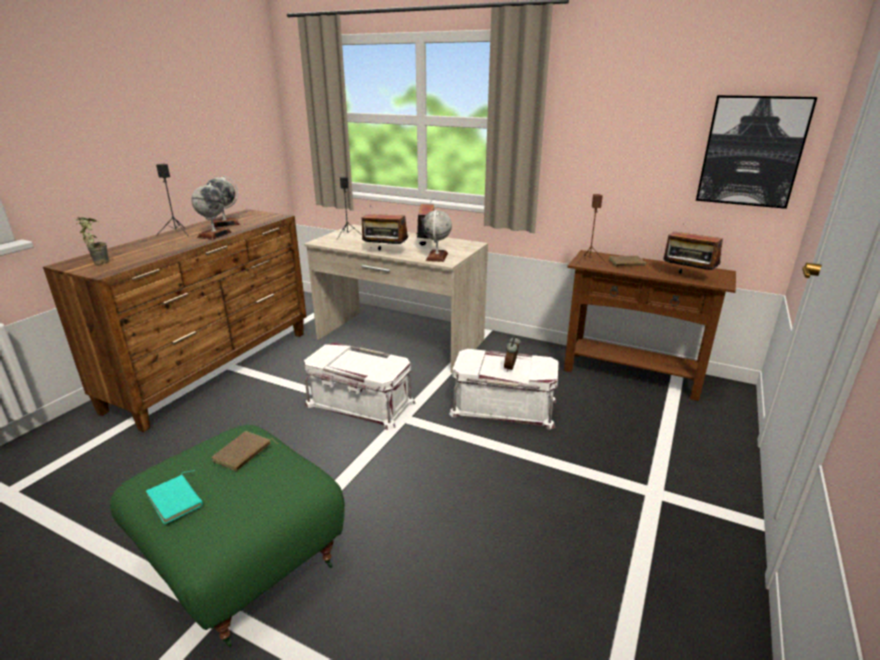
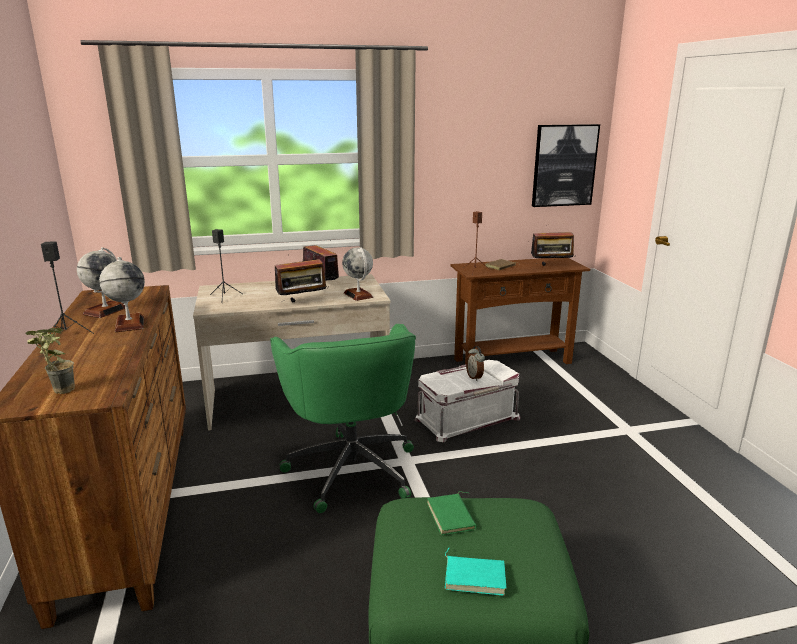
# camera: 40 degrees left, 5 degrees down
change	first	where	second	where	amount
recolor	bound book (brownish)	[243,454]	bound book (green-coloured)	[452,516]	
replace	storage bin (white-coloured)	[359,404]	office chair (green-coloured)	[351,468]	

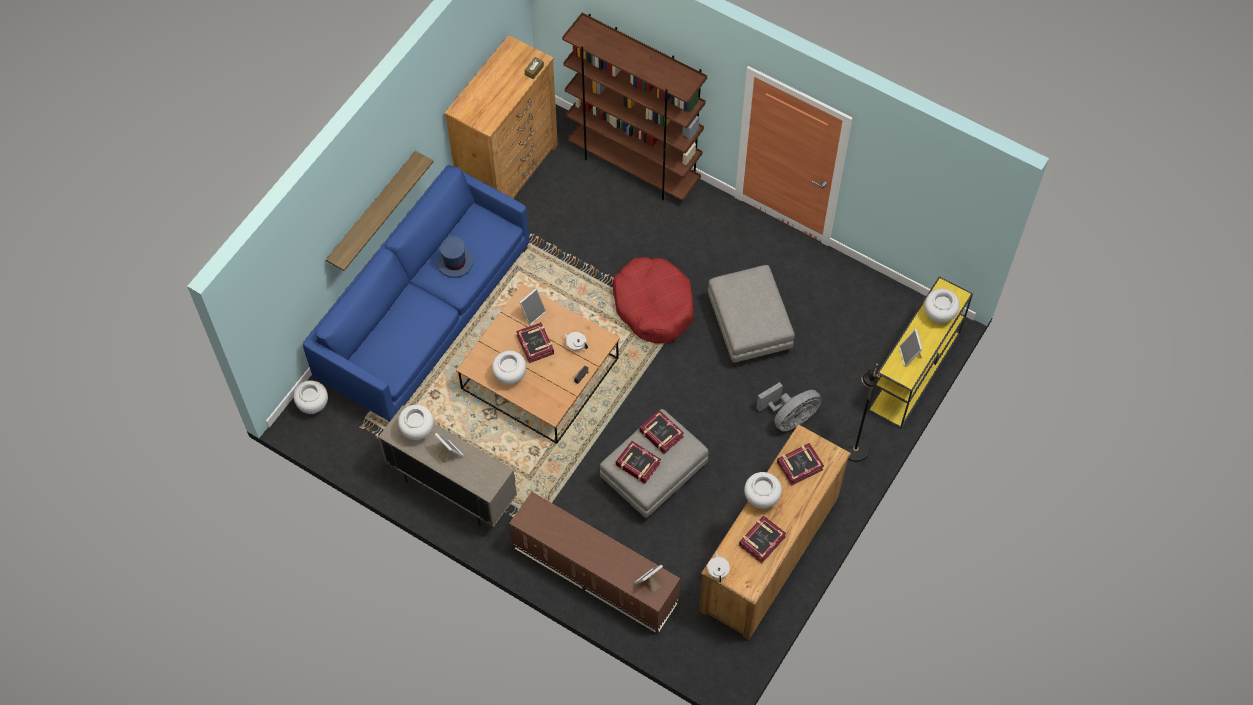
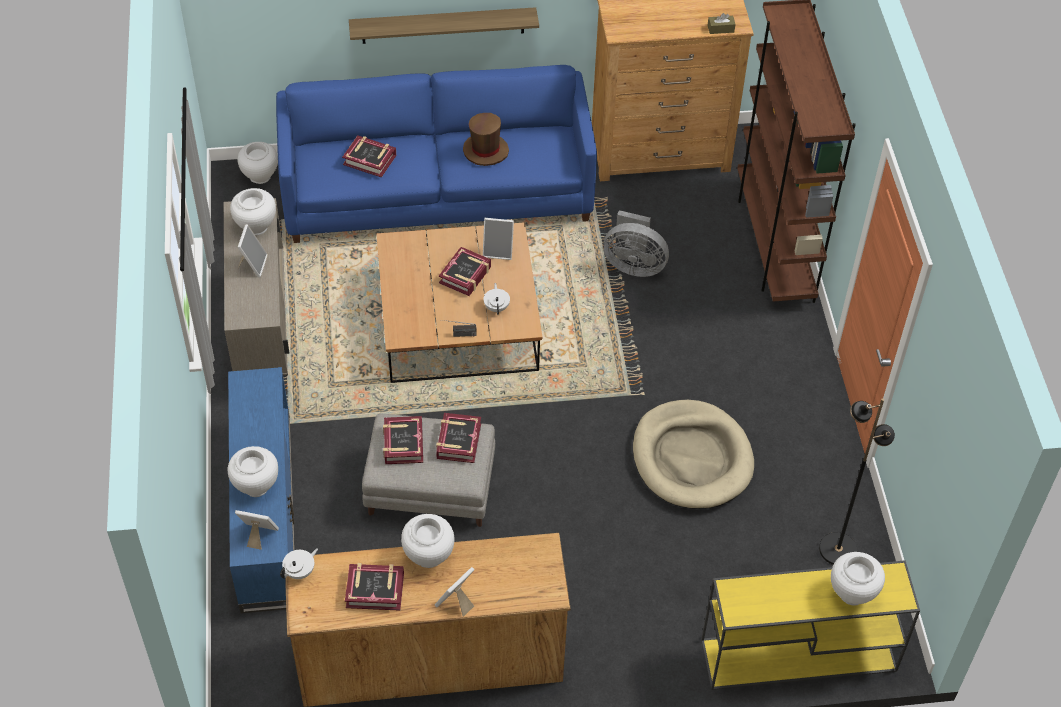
# camera: 50 degrees right, 10 degrees down
change	first	where	second	where	amount
recolor	clothing hat (blue-coloured)	[455,263]	clothing hat (brownish)	[485,151]	
move	flower vase (white-coloured)	[510,377]		[256,486]	
recolor	media console (brownish)	[593,575]	media console (blue-coloured)	[265,510]	
delete	dog cushion (red)	[653,305]			
replace	footrest (greyish)	[748,326]	dog cushion (sand-coloured)	[691,458]	
move	fan (greyish)	[790,418]		[633,265]	
move	bound book	[799,465]		[370,160]	
move	standing lamp (blackish)	[854,449]		[837,549]	
move	picture frame	[910,356]		[456,602]	

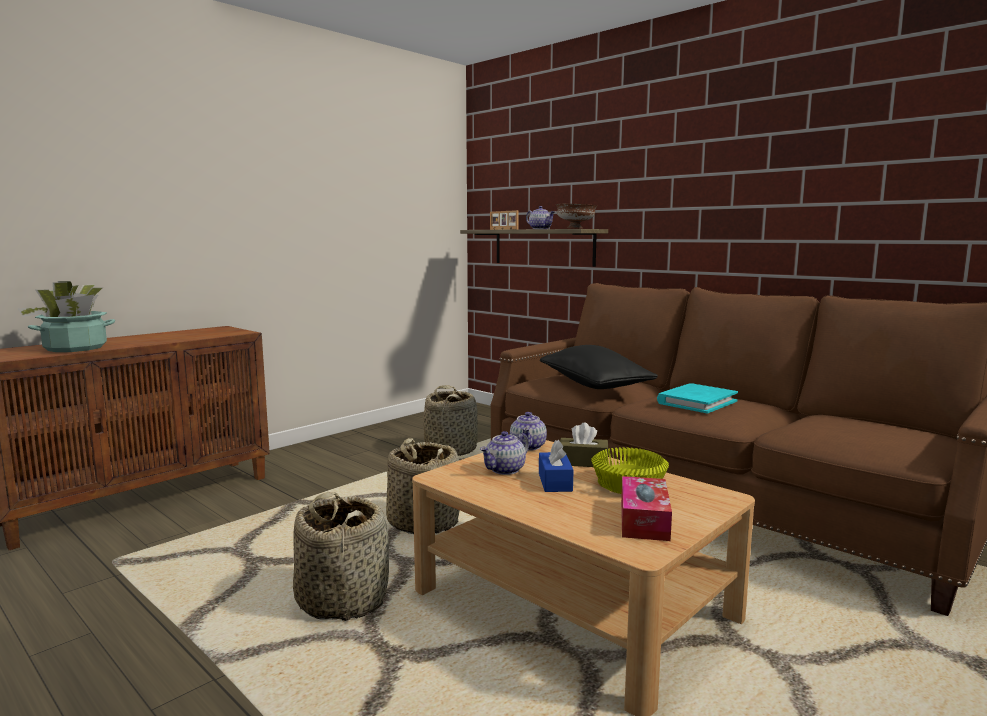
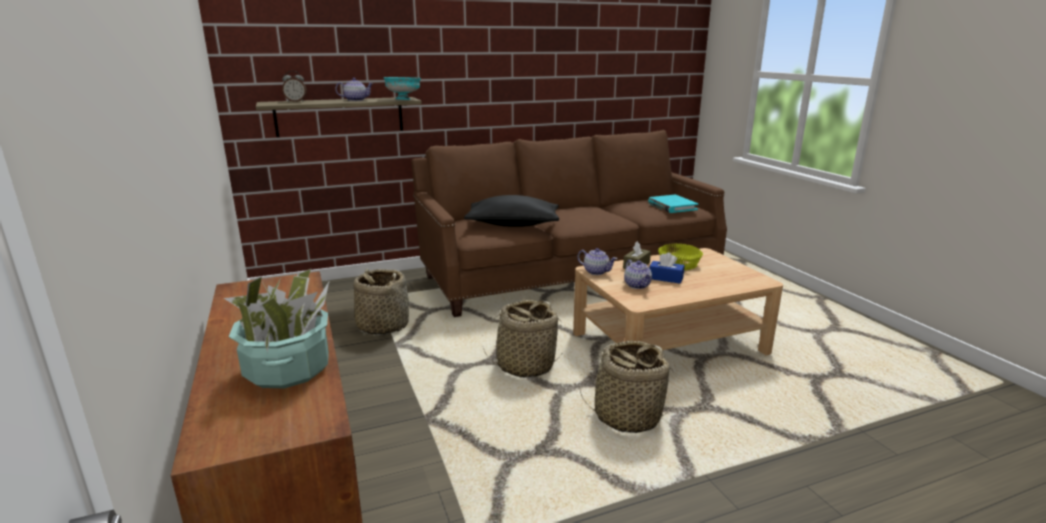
# camera: 65 degrees left, 10 degrees up
change	first	where	second	where	amount
replace	picture frame	[503,229]	bedside clock	[296,101]	
recolor	serving bowl (brownish)	[575,228]	serving bowl (turquoise-coloured)	[403,99]	
delete	box of tissues	[644,520]			
move	bound book (turquoise-coloured)	[697,402]		[672,206]	

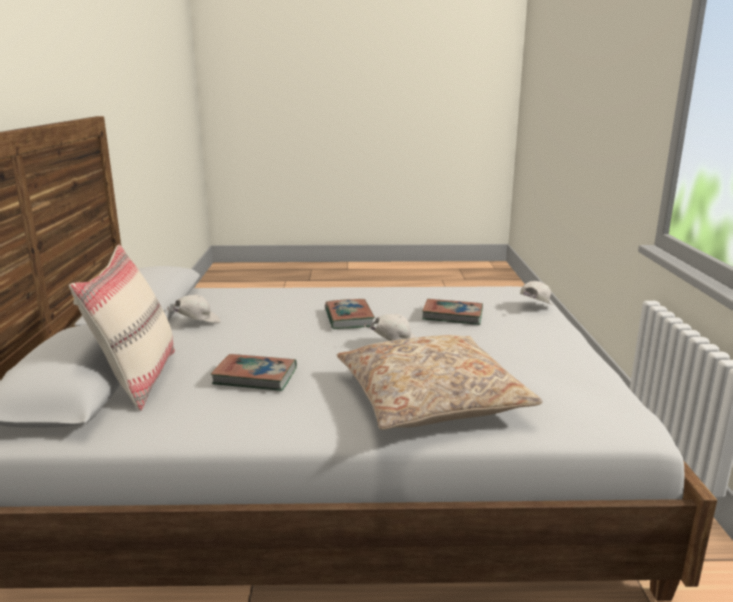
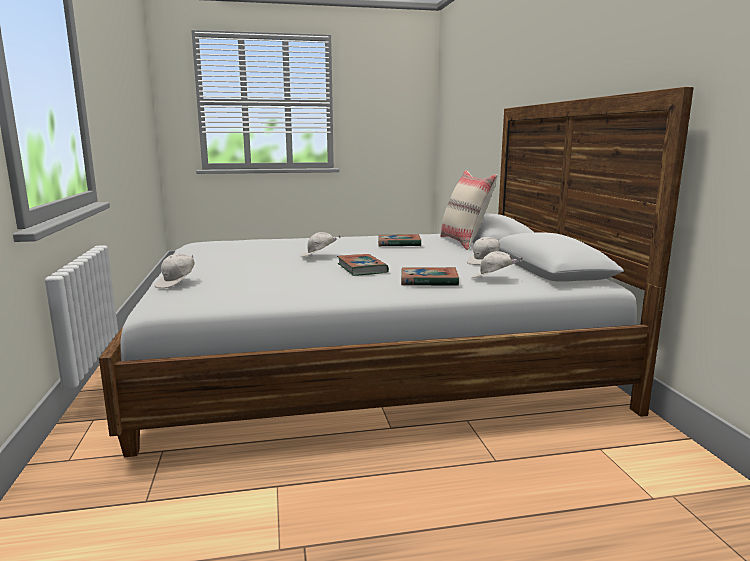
# camera: 170 degrees right, 5 degrees down
change	first	where	second	where	amount
delete	cushion (sand-coloured)	[430,399]			
move	bound book	[452,315]		[428,281]	
insert			cap (white-coloured)	[492,279]	

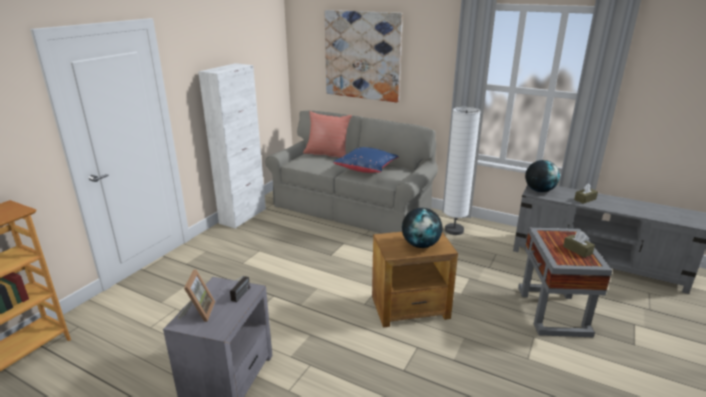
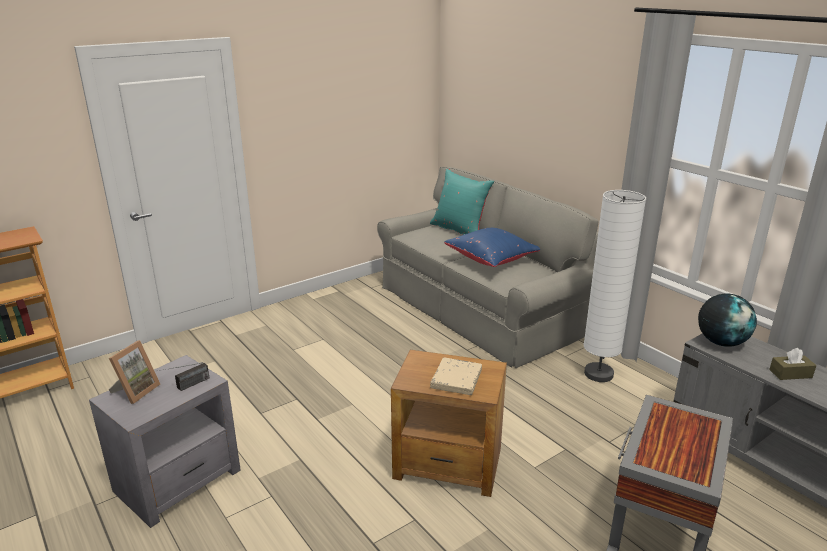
# camera: 25 degrees right, 0 degrees up
change	first	where	second	where	amount
delete	storage cabinet (white-coloured)	[243,216]			
recolor	cushion (red)	[327,154]	cushion (turquoise-coloured)	[459,230]	
delete	picture	[362,55]			
replace	globe	[420,245]	bound book (sand-coloured)	[456,379]	
delete	box of tissues (brownish)	[577,250]			

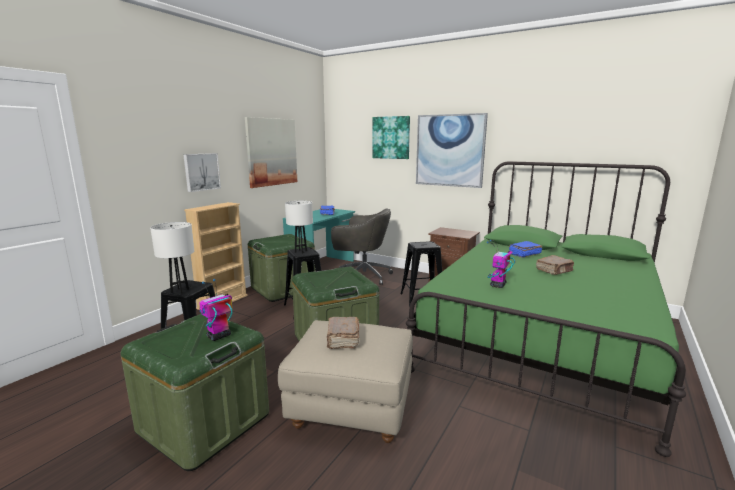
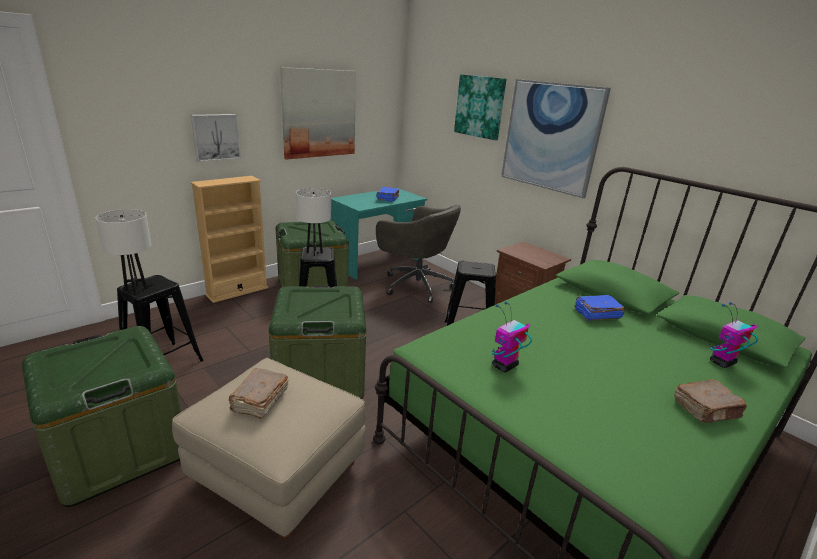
# camera: 15 degrees right, 10 degrees up
change	first	where	second	where	amount
move	toy robot	[218,336]		[722,363]	
move	bound book (brownish)	[554,271]		[706,409]	

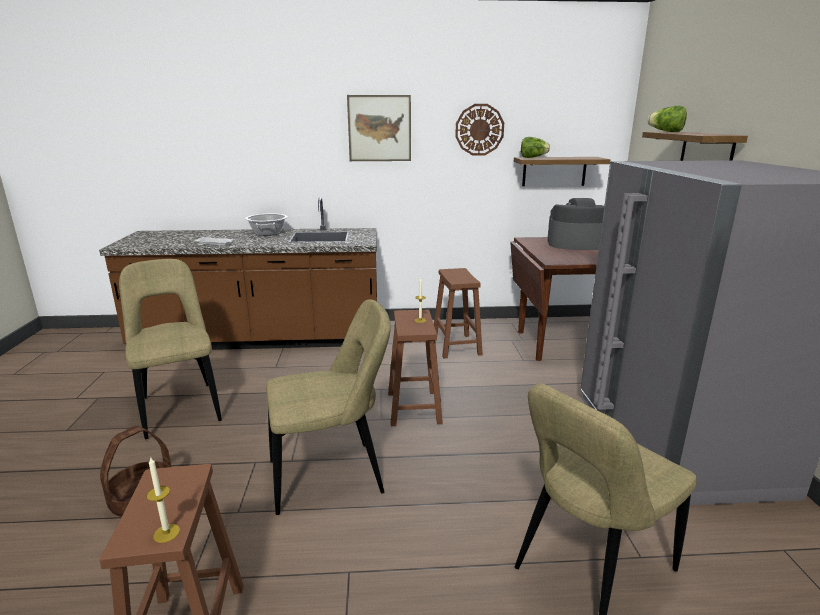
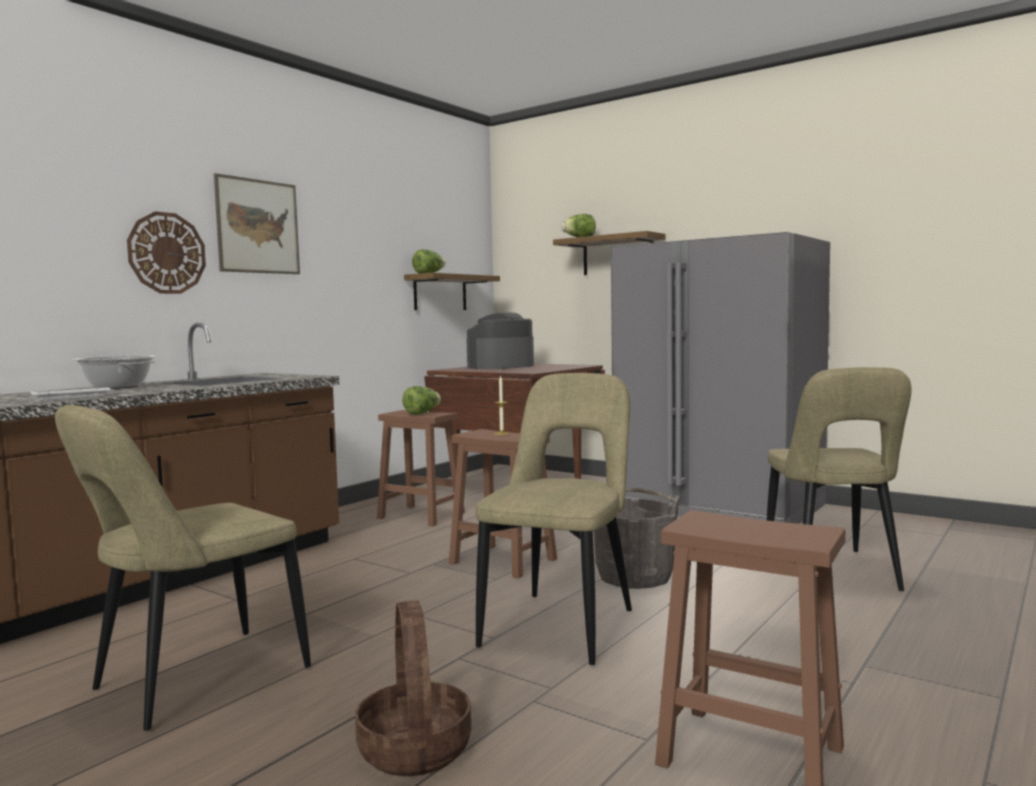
# camera: 50 degrees left, 15 degrees down
change	first	where	second	where	amount
rotate	upright chair (sand-coloured)	[180,407]		[192,682]	60 degrees counterclockwise
delete	wax light	[166,533]			
move	wall clock	[479,130]		[166,253]	
insert			lettuce	[422,413]	
insert			water bucket (greyish)	[634,576]	

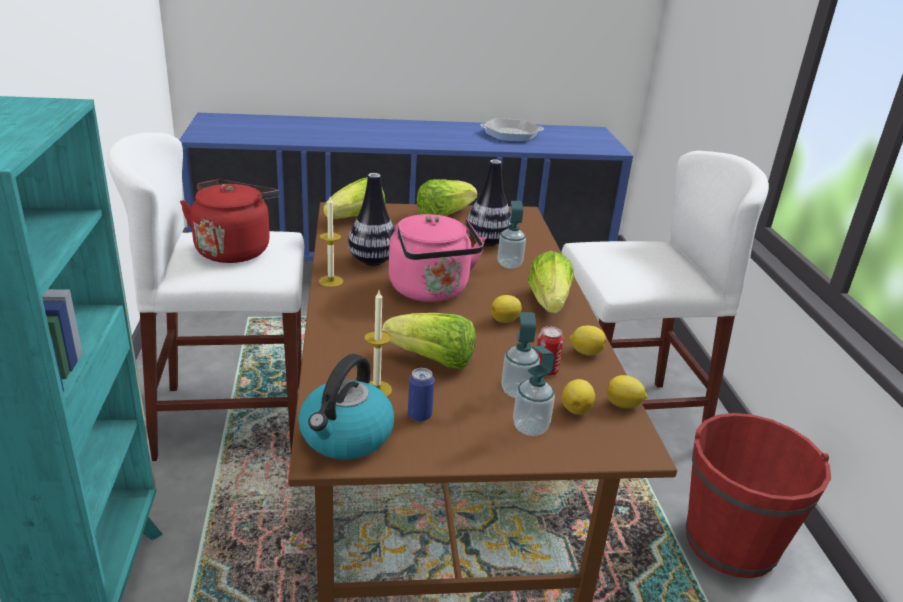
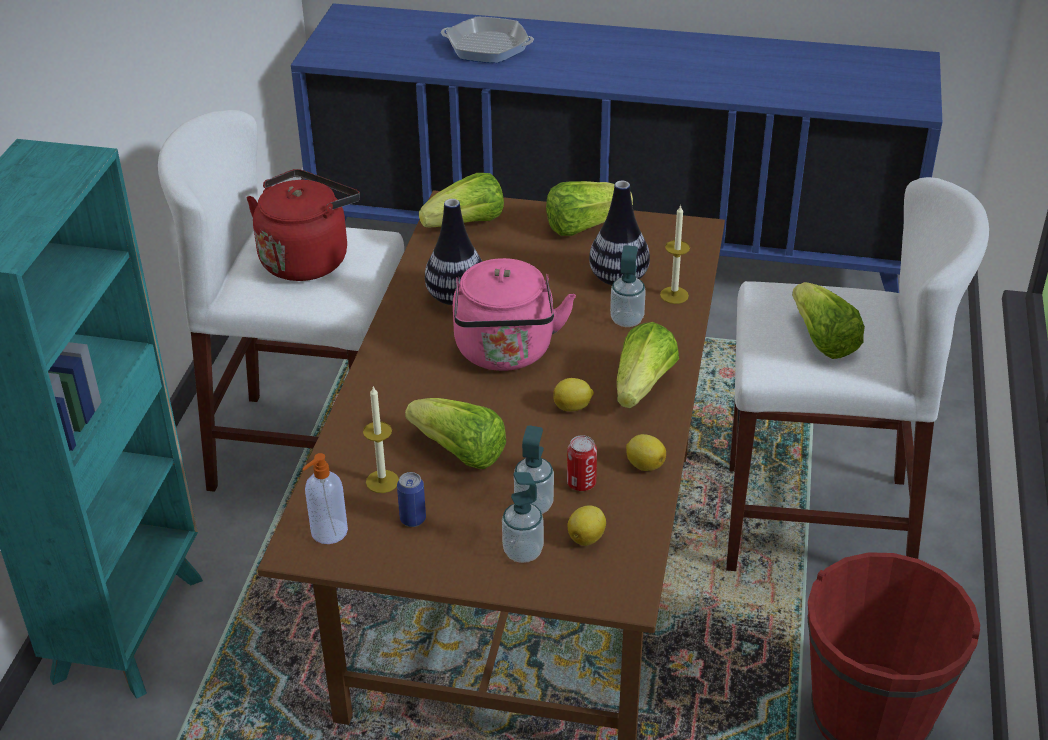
# camera: 20 degrees right, 10 degrees up
change	first	where	second	where	amount
replace	tea kettle	[346,437]	liquid soap bottle	[328,532]	
move	wax light	[331,281]		[674,295]	
move	frying pan	[511,135]		[487,47]	
delete	whole lemon	[624,405]			
insert			lettuce	[822,340]	

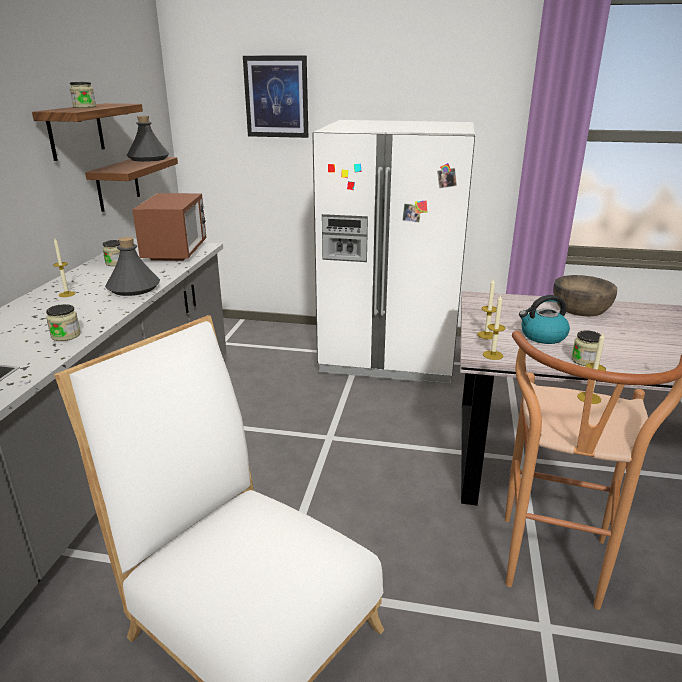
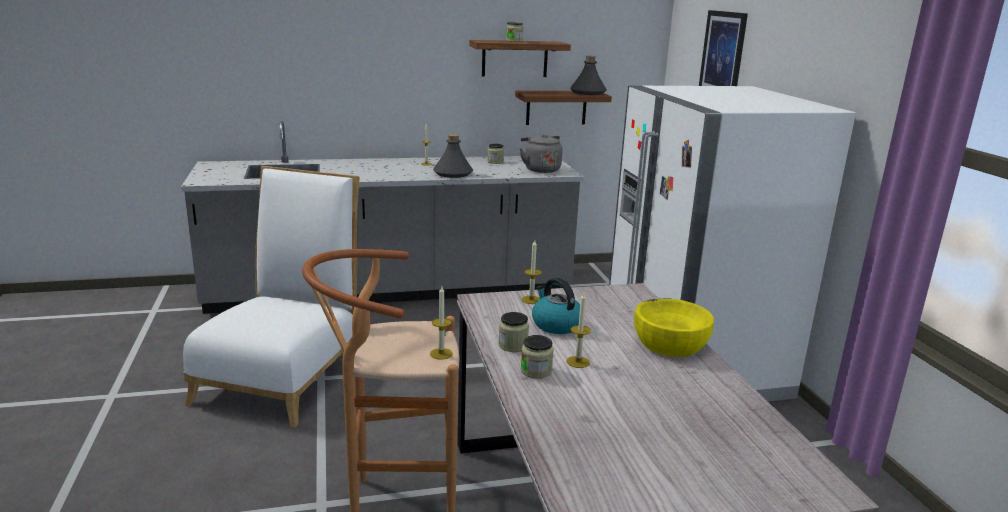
# camera: 65 degrees right, 5 degrees down
change	first	where	second	where	amount
move	jar	[66,335]		[536,371]	
replace	microwave	[176,252]	tea kettle (greyish)	[540,169]	
move	wax light	[493,355]		[578,362]	
recolor	serving bowl (brownish)	[581,308]	serving bowl (yellow)	[670,343]	

